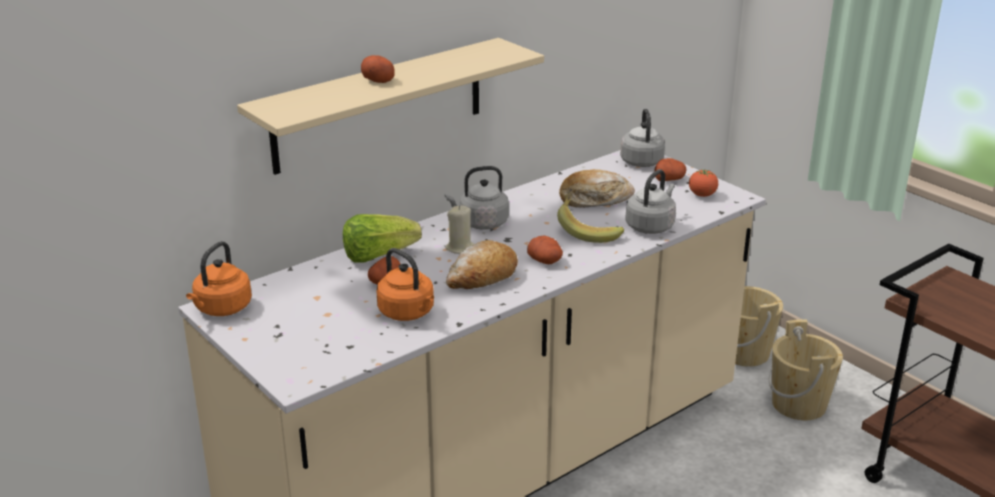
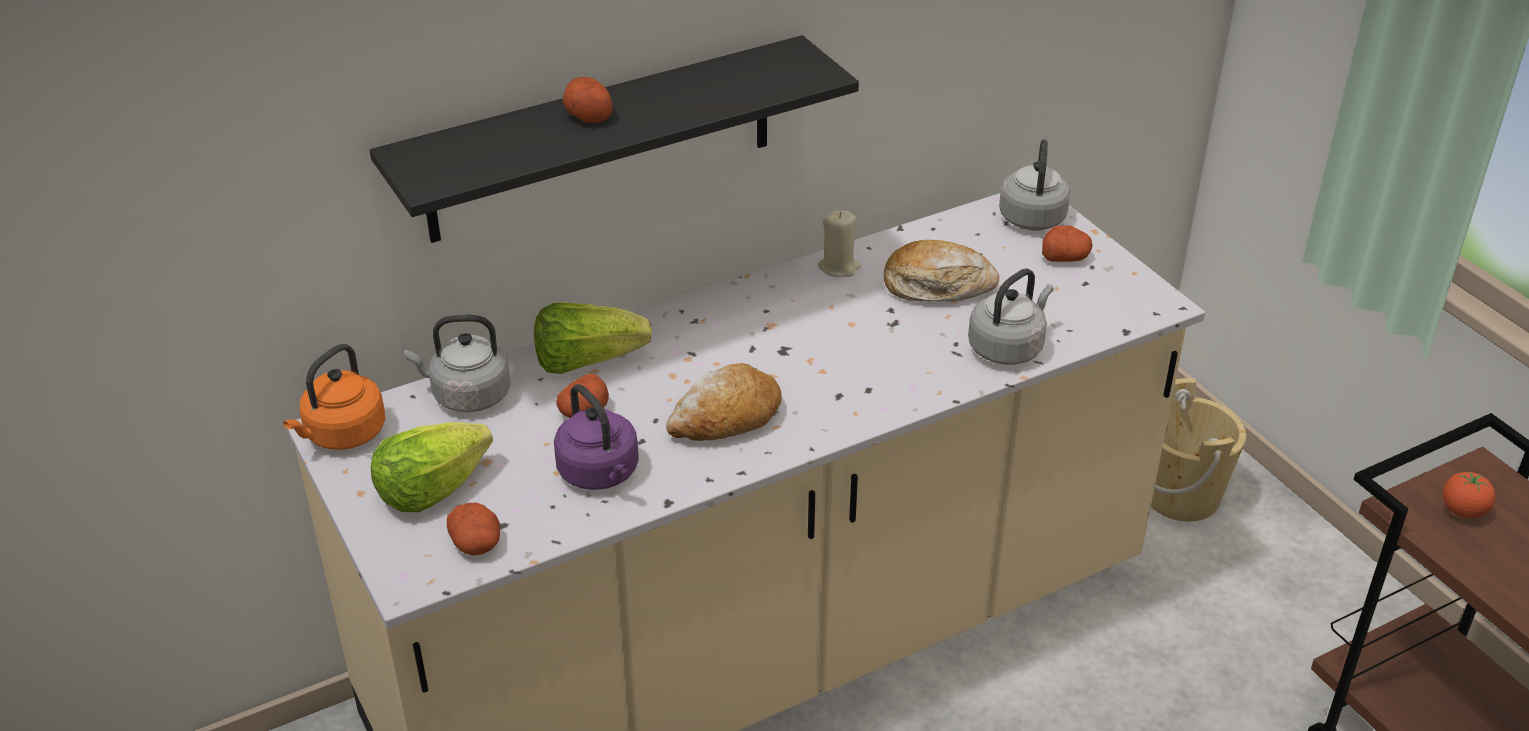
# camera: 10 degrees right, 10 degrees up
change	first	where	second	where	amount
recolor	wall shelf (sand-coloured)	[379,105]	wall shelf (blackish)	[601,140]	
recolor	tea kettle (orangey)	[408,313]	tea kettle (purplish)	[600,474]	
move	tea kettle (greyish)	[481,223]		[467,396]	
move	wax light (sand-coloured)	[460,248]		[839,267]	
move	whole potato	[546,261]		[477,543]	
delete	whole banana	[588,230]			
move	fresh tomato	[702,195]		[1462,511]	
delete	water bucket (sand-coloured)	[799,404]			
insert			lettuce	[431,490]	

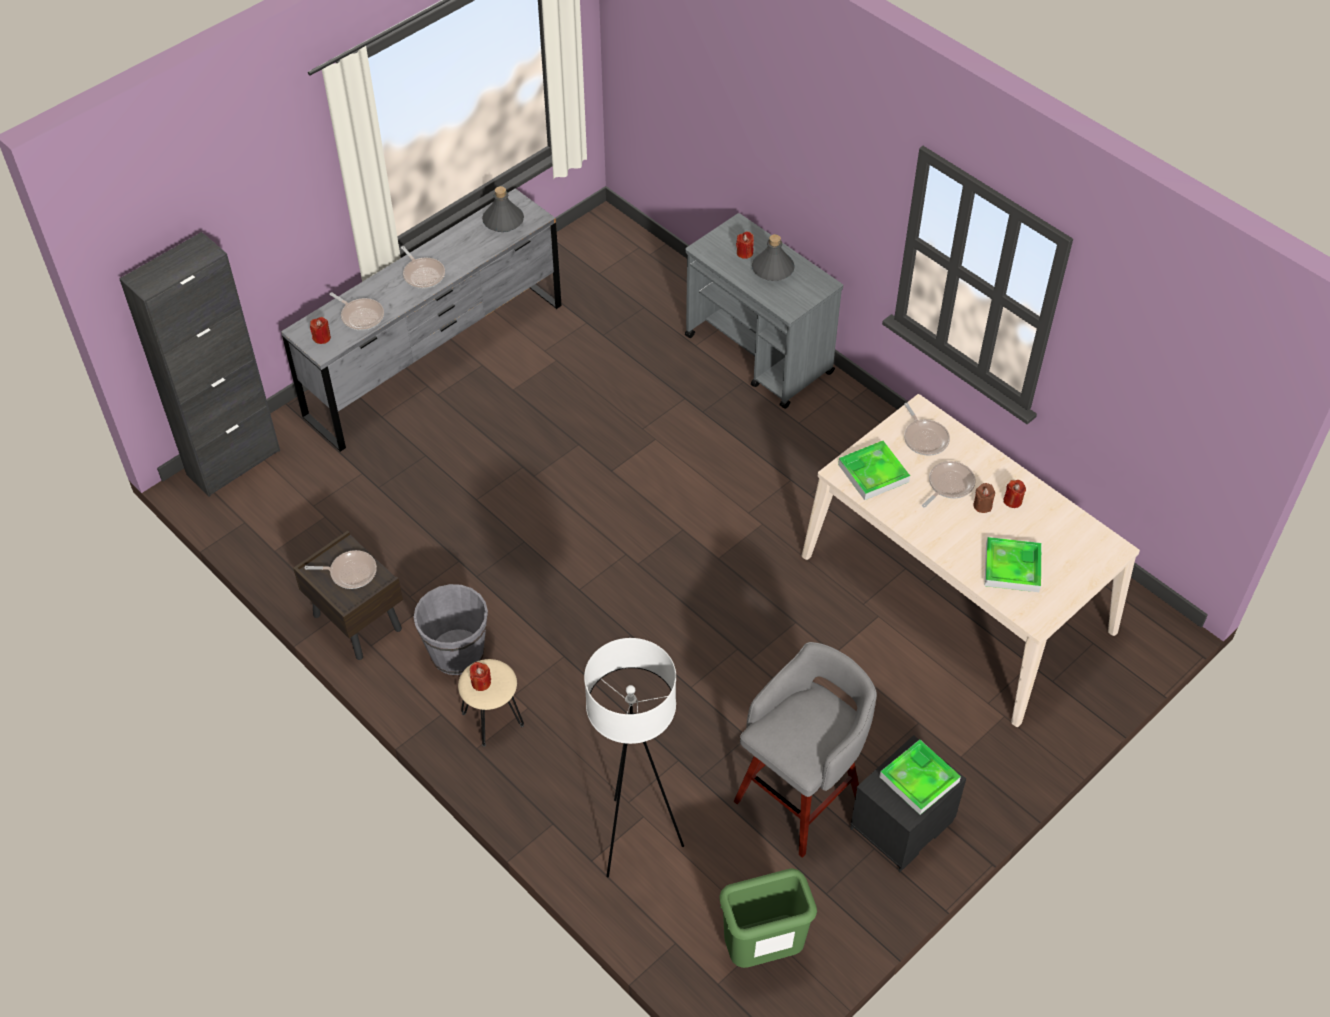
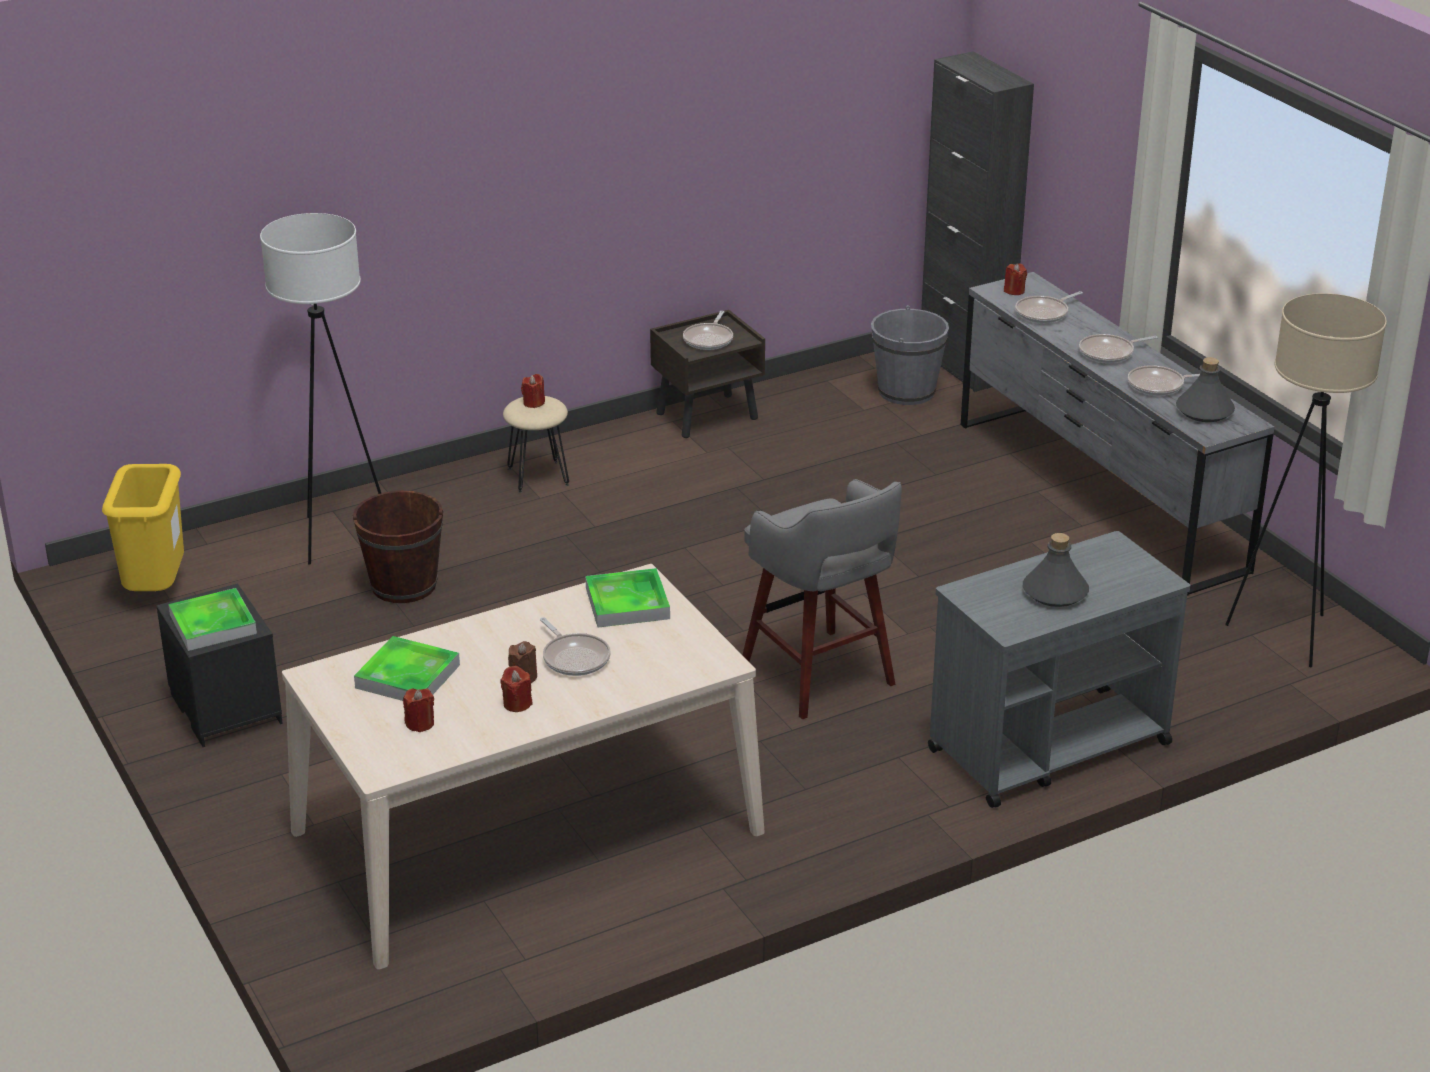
# camera: 105 degrees right, 20 degrees down
change	first	where	second	where	amount
move	water bucket (greyish)	[457,653]		[906,391]	
recolor	waste bin (green-coloured)	[762,951]	waste bin (yellow)	[155,591]	
move	stool (greyish)	[801,796]		[820,677]	
move	wax light (red)	[744,253]		[420,723]	
move	frying pan	[924,438]		[1159,385]	
insert			water bucket (brownish)	[403,585]	
insert			standing lamp (sand-coloured)	[1284,635]	

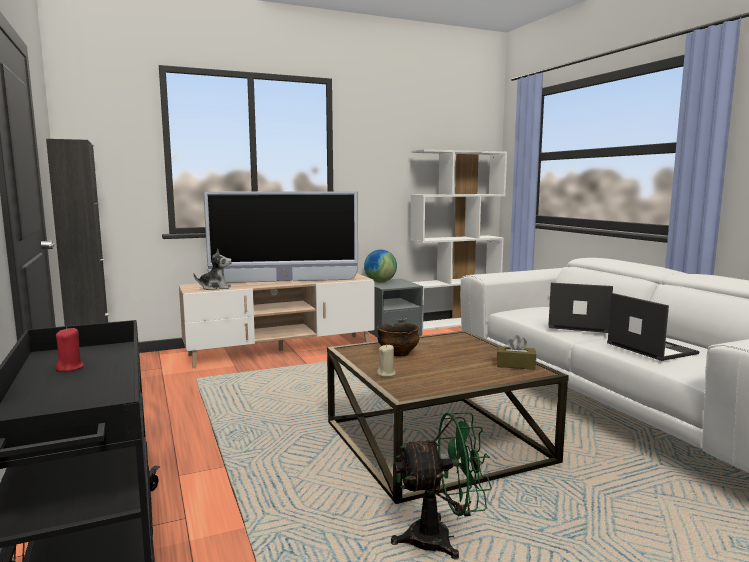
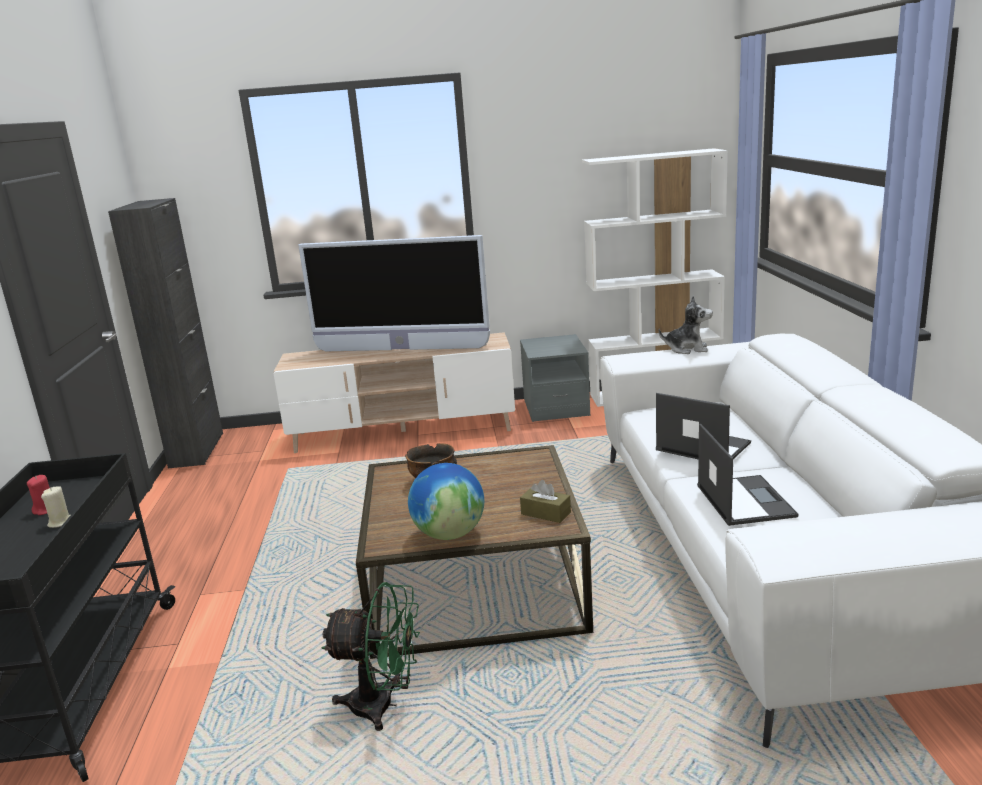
# camera: 20 degrees right, 10 degrees up
change	first	where	second	where	amount
move	plush toy	[215,288]		[687,349]	
move	globe	[380,282]		[449,534]	
move	wax light (sand-coloured)	[386,374]		[61,522]	

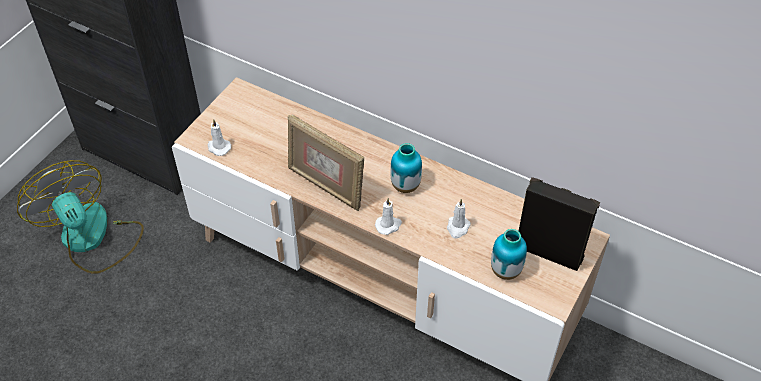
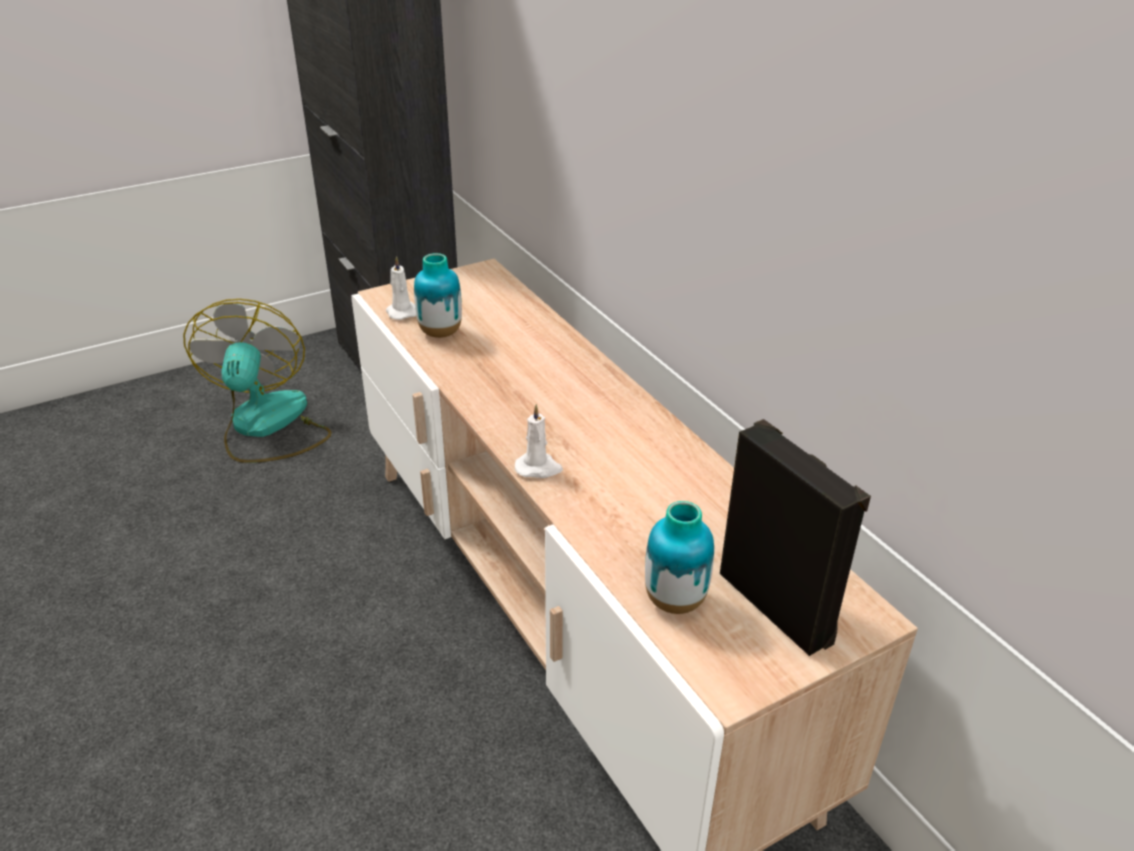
# camera: 30 degrees right, 15 degrees down
change	first	where	second	where	amount
delete	picture frame	[325,186]			
move	flower vase	[405,186]		[440,333]	
delete	wax light (white-coloured)	[457,228]			

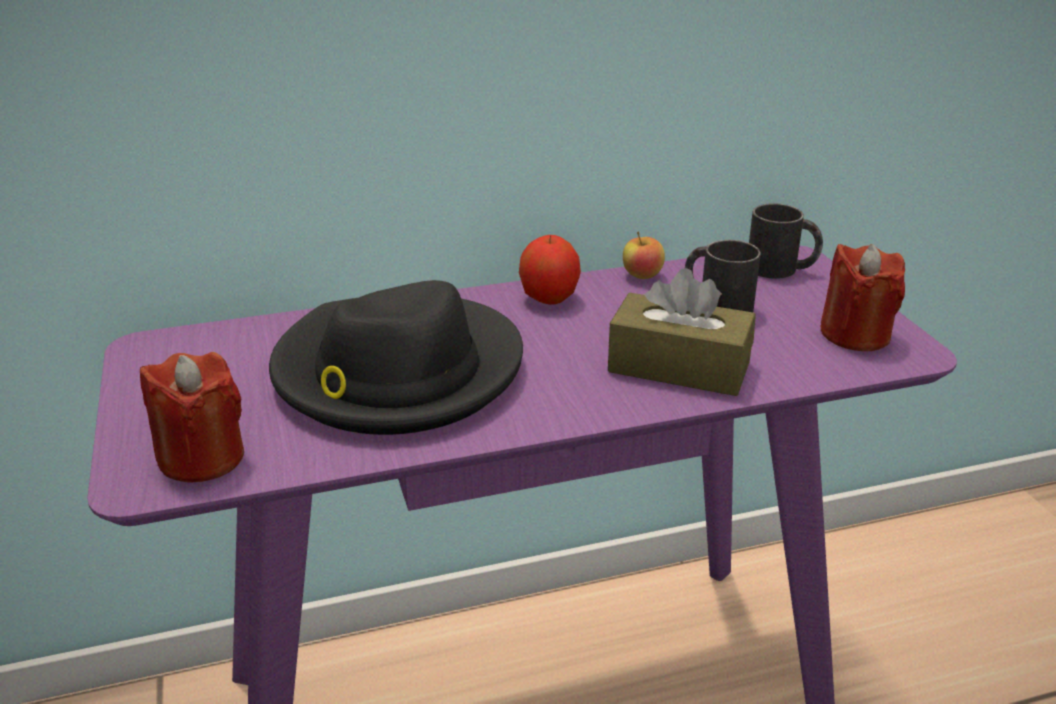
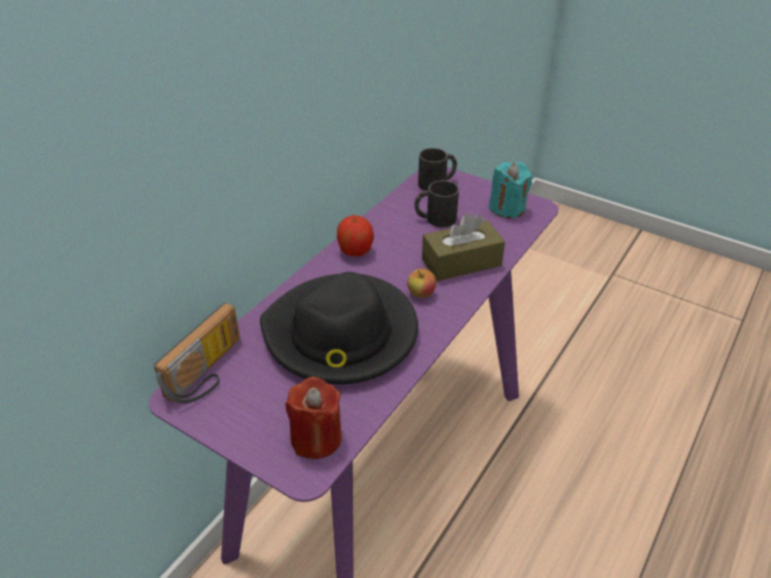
# camera: 40 degrees left, 10 degrees up
change	first	where	second	where	amount
move	whole apple	[642,276]		[421,294]	
recolor	wax light (red)	[855,334]	wax light (turquoise-coloured)	[507,208]	
insert			radio receiver	[208,373]	

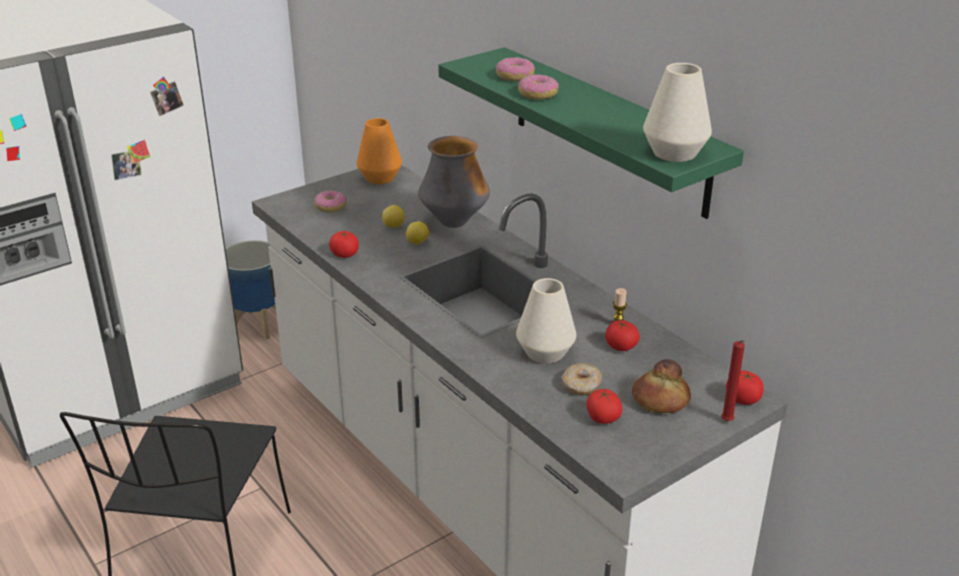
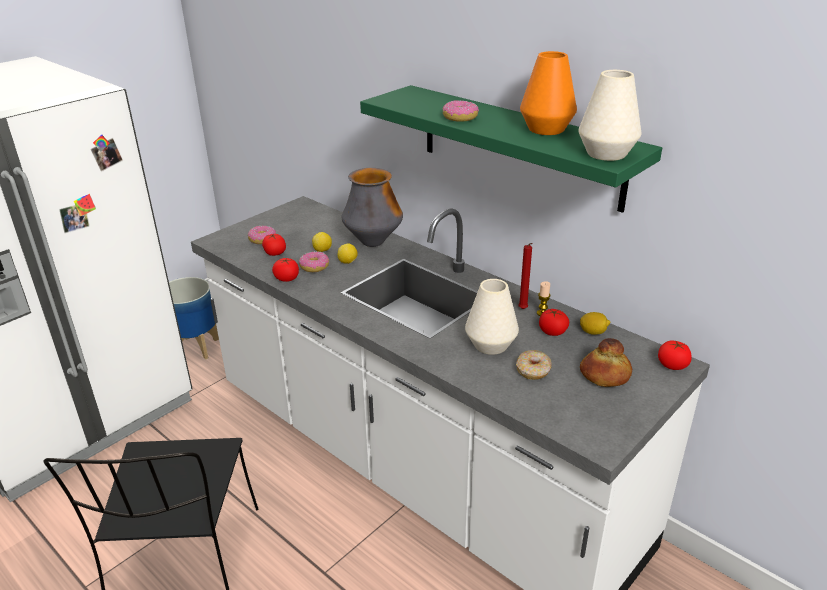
# camera: 10 degrees left, 0 degrees up
change	first	where	second	where	amount
move	flower vase (orangey)	[380,177]		[546,129]	
move	doughnut	[515,76]		[314,267]	
move	fresh tomato	[602,418]		[275,253]	
move	wax light (red)	[727,422]		[523,310]	
insert			whole lemon	[593,332]	

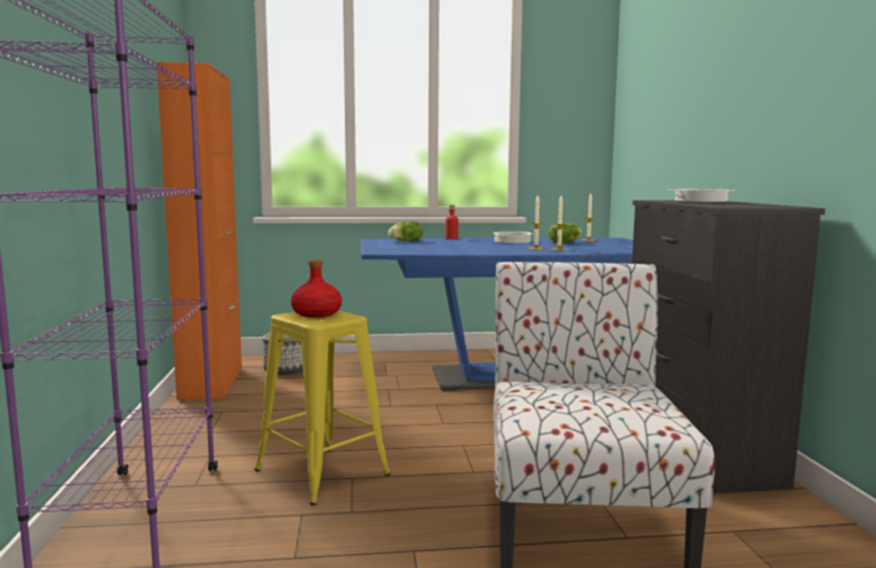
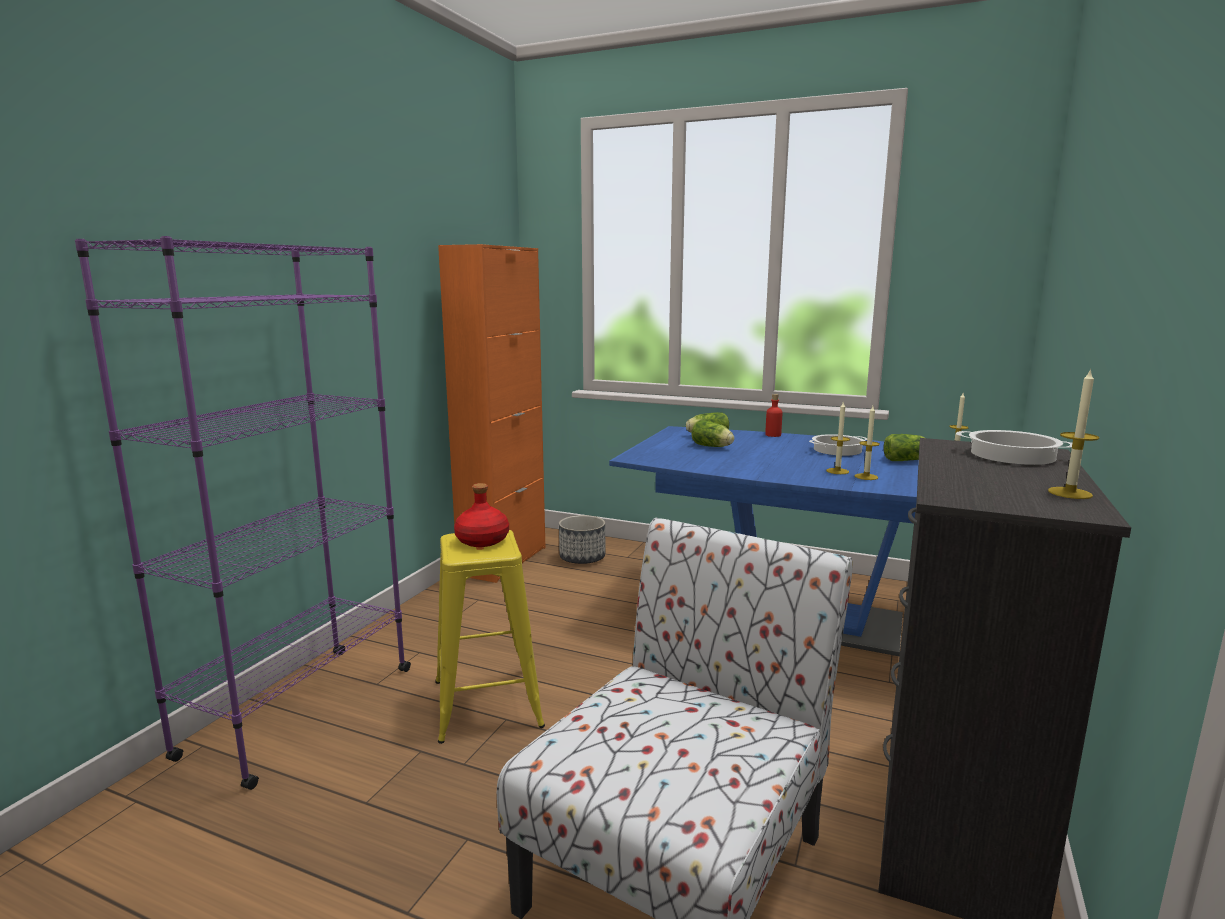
# camera: 30 degrees right, 5 degrees up
change	first	where	second	where	amount
insert			lettuce	[713,447]	
insert			wax light	[1070,493]	

